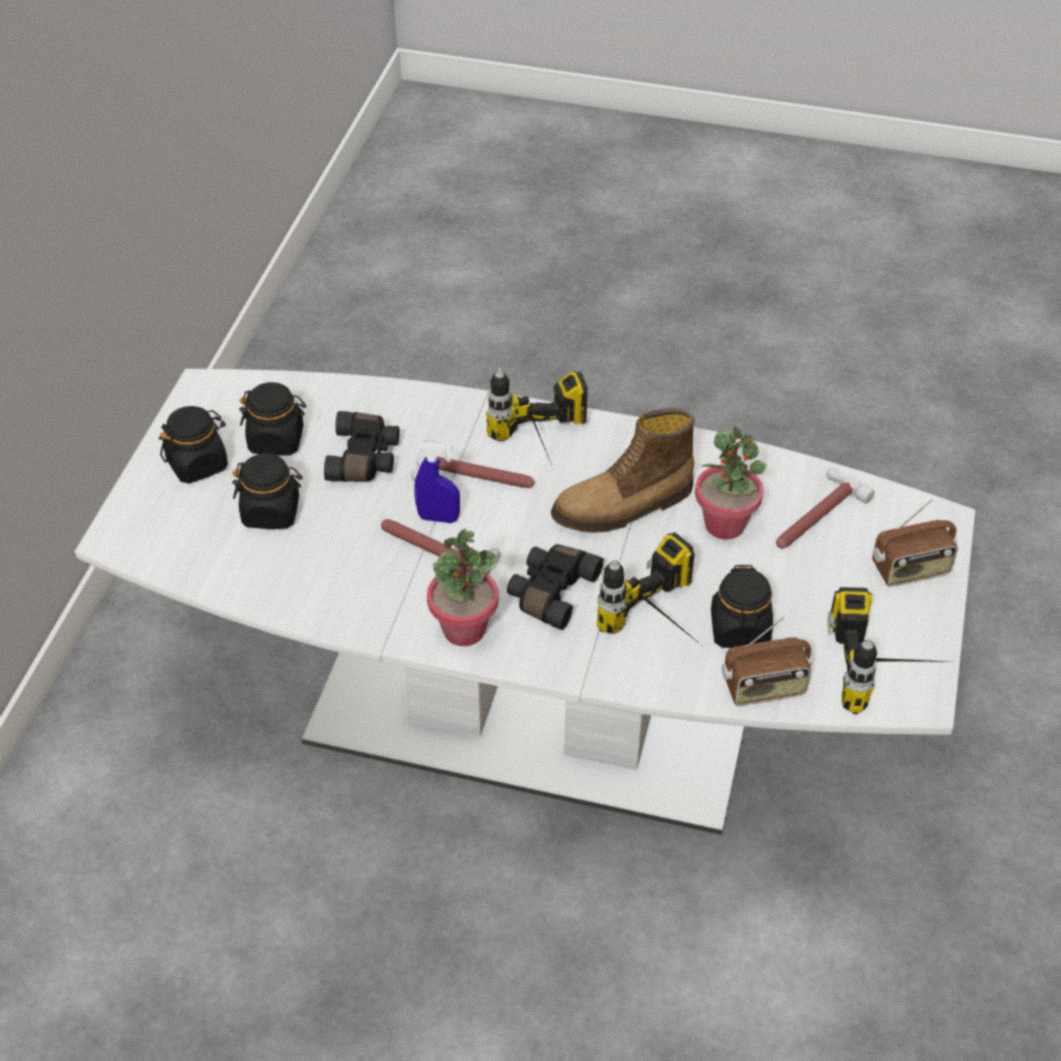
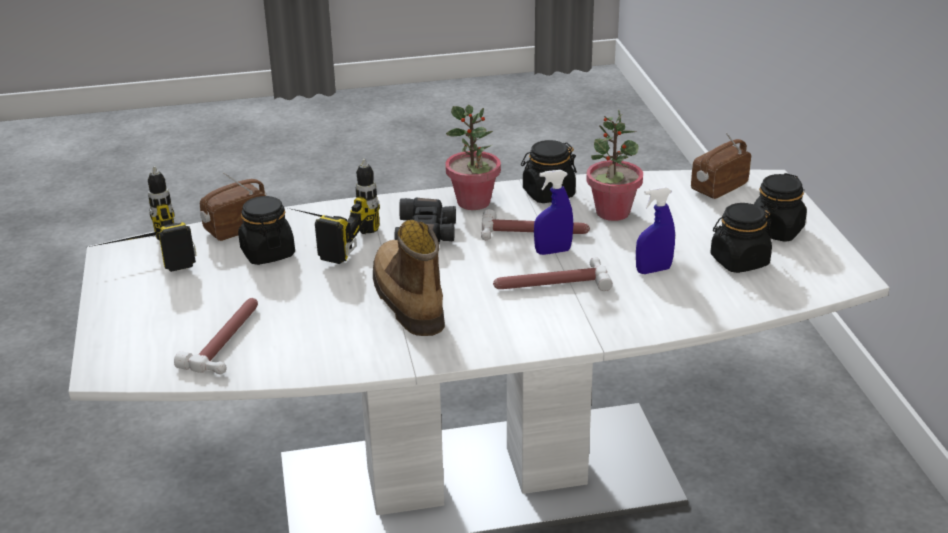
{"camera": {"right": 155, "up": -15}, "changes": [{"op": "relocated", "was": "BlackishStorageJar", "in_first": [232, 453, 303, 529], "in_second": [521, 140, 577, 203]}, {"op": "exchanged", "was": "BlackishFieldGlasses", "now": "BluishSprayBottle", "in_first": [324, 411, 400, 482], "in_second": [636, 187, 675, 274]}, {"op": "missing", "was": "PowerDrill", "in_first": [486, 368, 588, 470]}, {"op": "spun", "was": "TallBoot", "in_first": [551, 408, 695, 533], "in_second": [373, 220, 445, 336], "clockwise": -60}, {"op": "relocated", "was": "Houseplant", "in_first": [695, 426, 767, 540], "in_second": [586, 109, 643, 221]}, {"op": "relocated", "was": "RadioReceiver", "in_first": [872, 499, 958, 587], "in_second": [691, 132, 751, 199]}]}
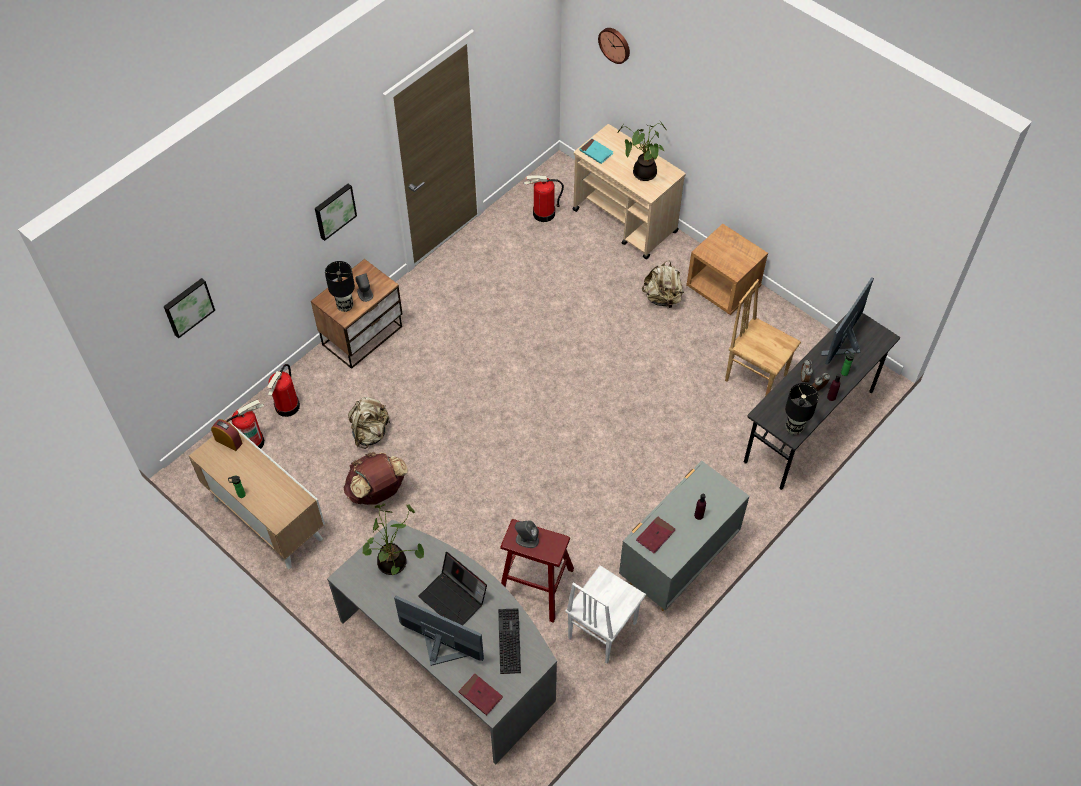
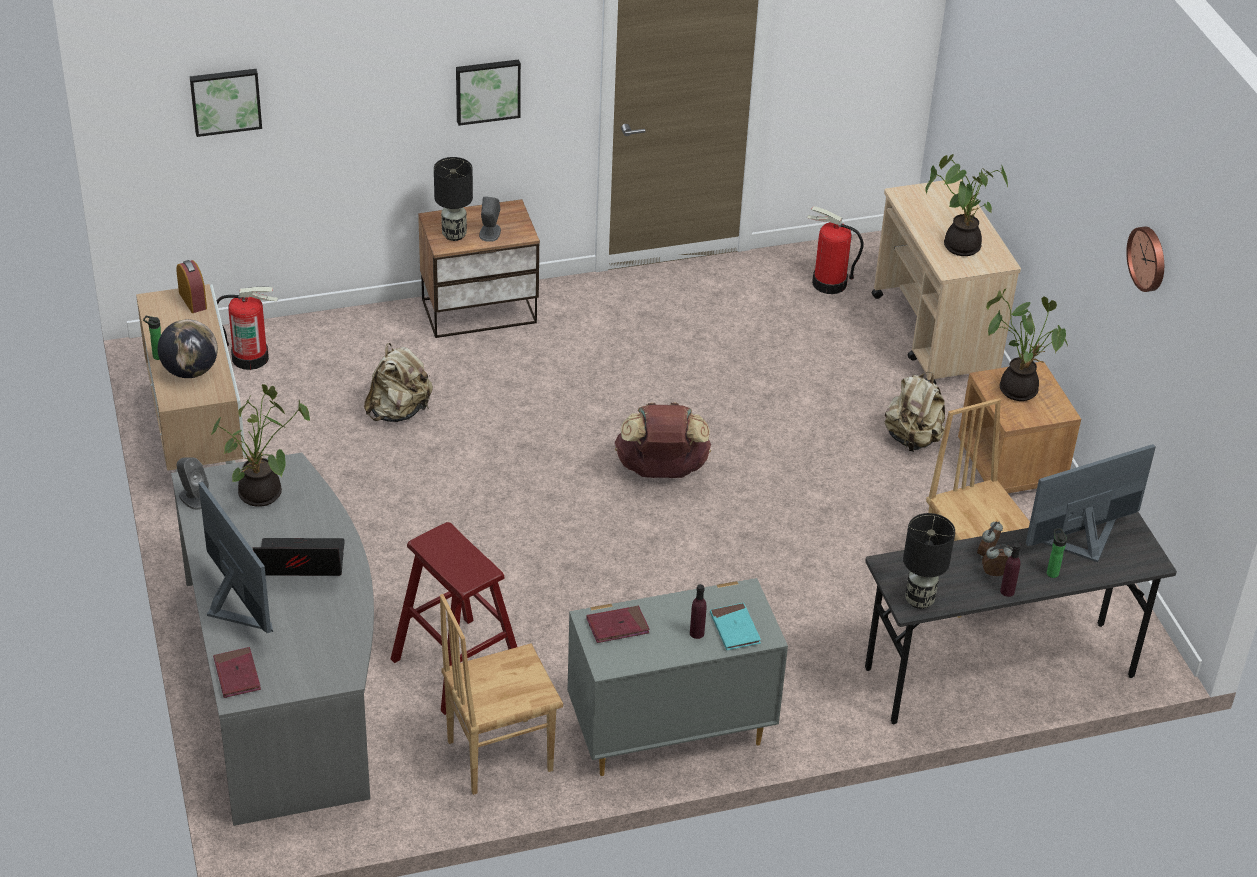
{"camera": {"right": 30, "up": -15}, "changes": [{"op": "missing", "was": "Extinguisher", "in_first": [267, 364, 300, 417]}, {"op": "relocated", "was": "BrownColouredBackpack", "in_first": [343, 452, 408, 505], "in_second": [615, 402, 711, 478]}, {"op": "spun", "was": "NotebookComputer", "in_first": [418, 552, 487, 625], "in_second": [253, 538, 345, 576], "clockwise": 105}, {"op": "missing", "was": "PcKeyboard", "in_first": [498, 608, 521, 674]}, {"op": "relocated", "was": "GreyAudioSpeaker", "in_first": [515, 520, 539, 548], "in_second": [177, 457, 209, 510]}, {"op": "colour", "was": "WhitePlainChair", "now": "BrownColouredPlainChair", "in_first": [565, 565, 646, 664], "in_second": [440, 594, 563, 795]}, {"op": "relocated", "was": "BlueGreenBoundBook", "in_first": [579, 138, 613, 164], "in_second": [710, 603, 761, 650]}, {"op": "relocated", "was": "ClockOnTheWall", "in_first": [598, 28, 630, 64], "in_second": [1126, 226, 1164, 292]}, {"op": "appeared", "now": "WorldGlobe", "in_second": [158, 319, 218, 378]}, {"op": "appeared", "now": "Houseplant", "in_second": [986, 289, 1068, 401]}]}
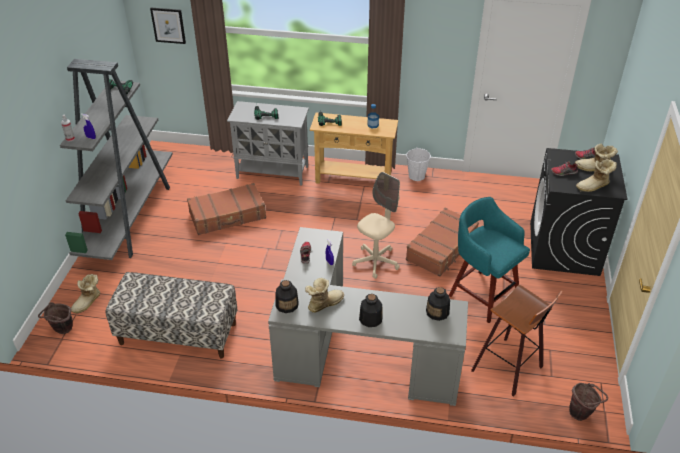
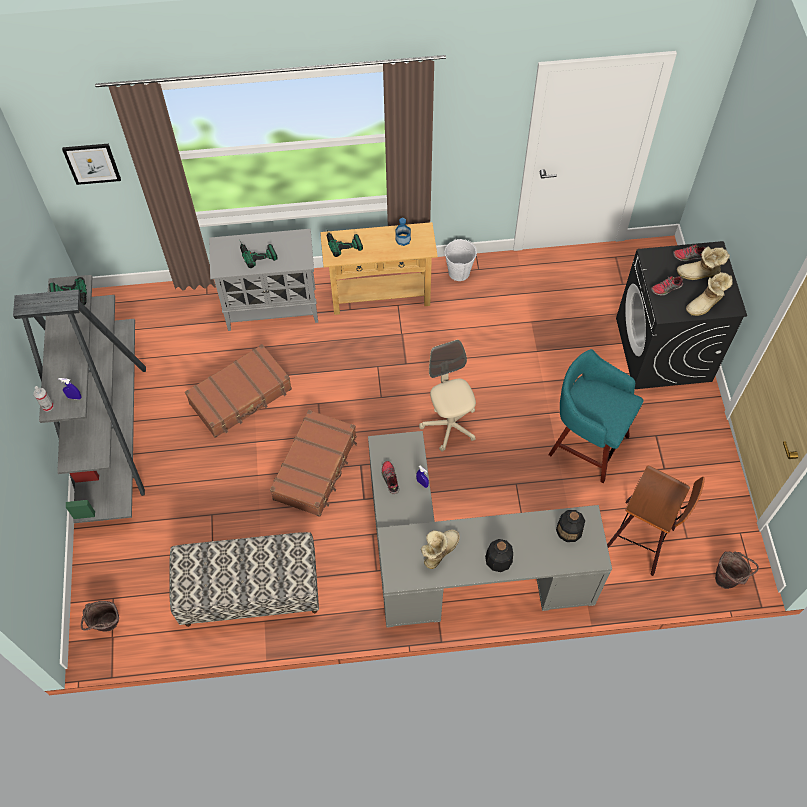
{"camera": {"right": -15, "up": 20}, "changes": [{"op": "missing", "was": "TallBoot", "in_first": [71, 274, 100, 314]}, {"op": "missing", "was": "BeverageBottle", "in_first": [276, 280, 299, 313]}, {"op": "spun", "was": "BeigeDeskChair", "in_first": [352, 172, 400, 279], "in_second": [419, 340, 476, 452], "clockwise": -45}, {"op": "relocated", "was": "BrownColouredPieceOfLuggage", "in_first": [406, 208, 479, 276], "in_second": [270, 410, 357, 517]}]}
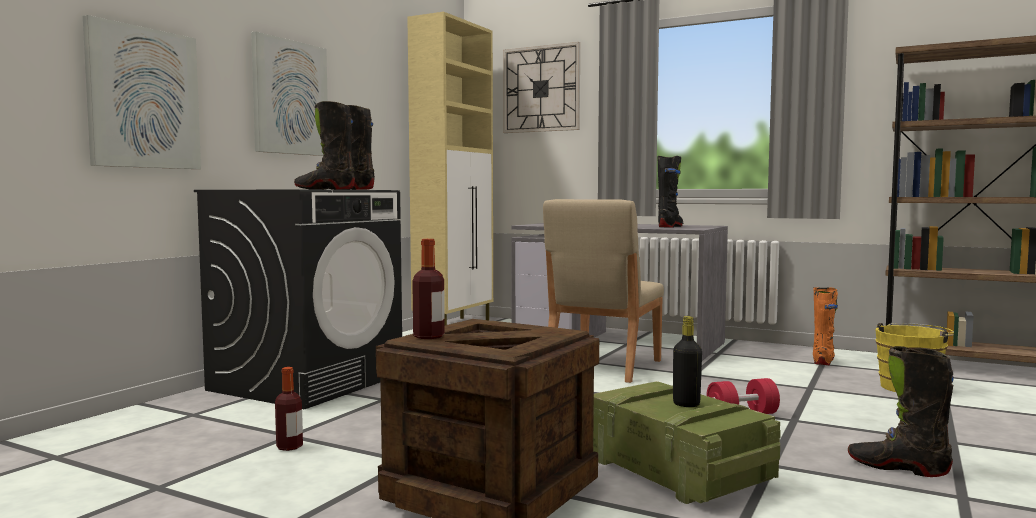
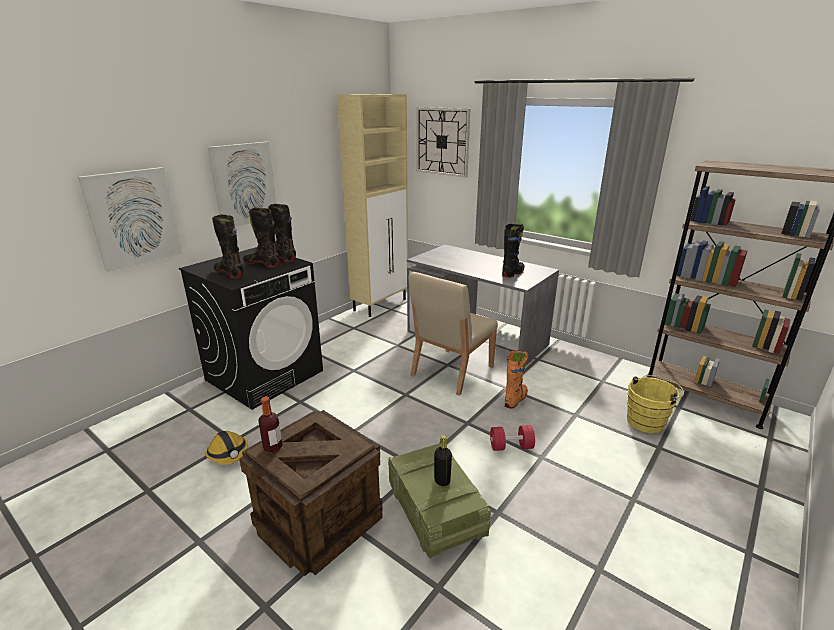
{"camera": {"right": 10, "up": 20}, "changes": [{"op": "exchanged", "was": "BeverageBottle", "now": "SafetyHelmet", "in_first": [275, 367, 303, 451], "in_second": [205, 431, 248, 465]}, {"op": "relocated", "was": "OrangeTallBoot", "in_first": [813, 287, 838, 365], "in_second": [505, 350, 528, 409]}, {"op": "relocated", "was": "BlackishTallBoot", "in_first": [848, 346, 954, 477], "in_second": [212, 214, 244, 279]}]}
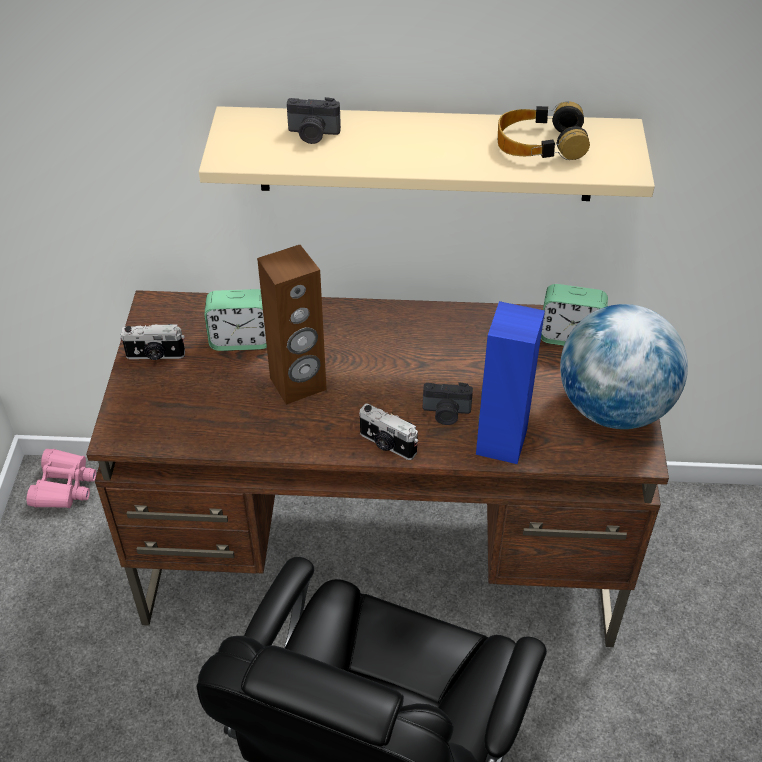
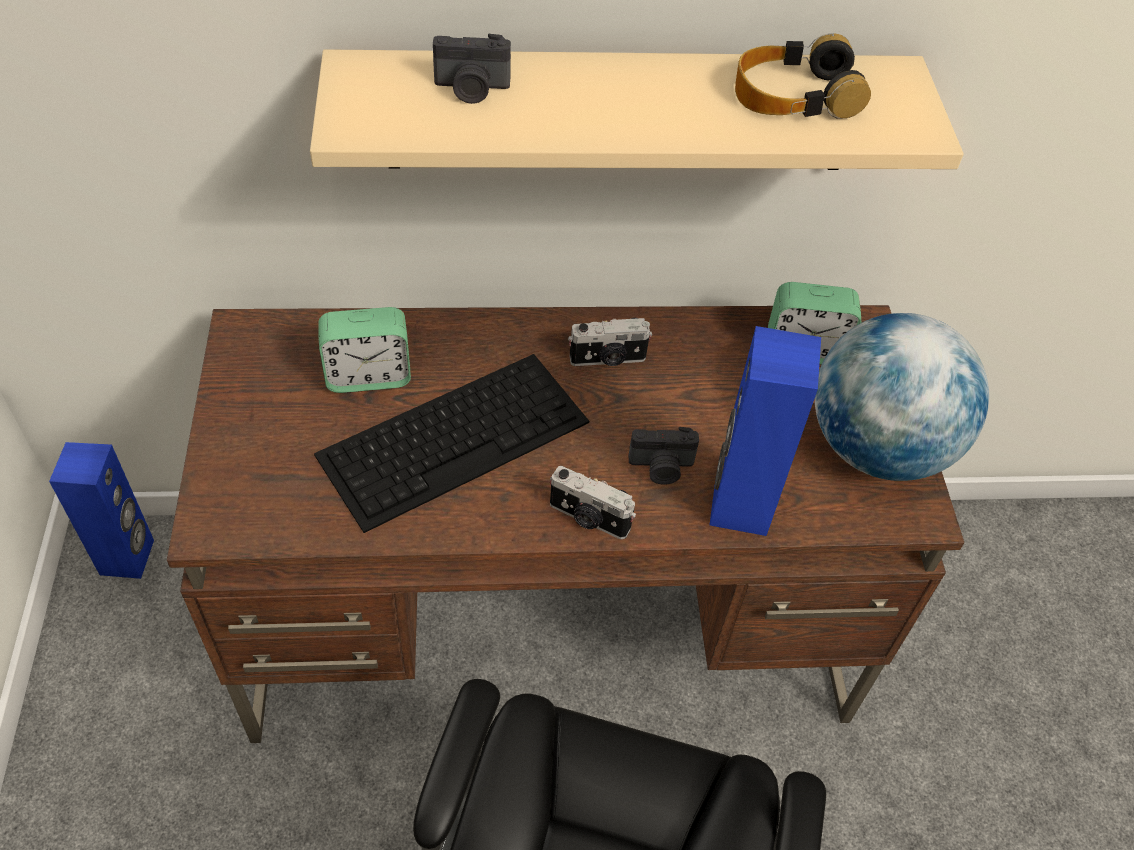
{"camera": {"right": -10, "up": 5}, "changes": [{"op": "exchanged", "was": "PinkFieldGlasses", "now": "BluishAudioSpeaker", "in_first": [27, 449, 96, 508], "in_second": [49, 442, 154, 579]}, {"op": "relocated", "was": "StillCamera", "in_first": [120, 324, 185, 360], "in_second": [568, 318, 652, 366]}, {"op": "exchanged", "was": "BrownColouredAudioSpeaker", "now": "PcKeyboard", "in_first": [257, 245, 327, 405], "in_second": [314, 354, 589, 533]}]}
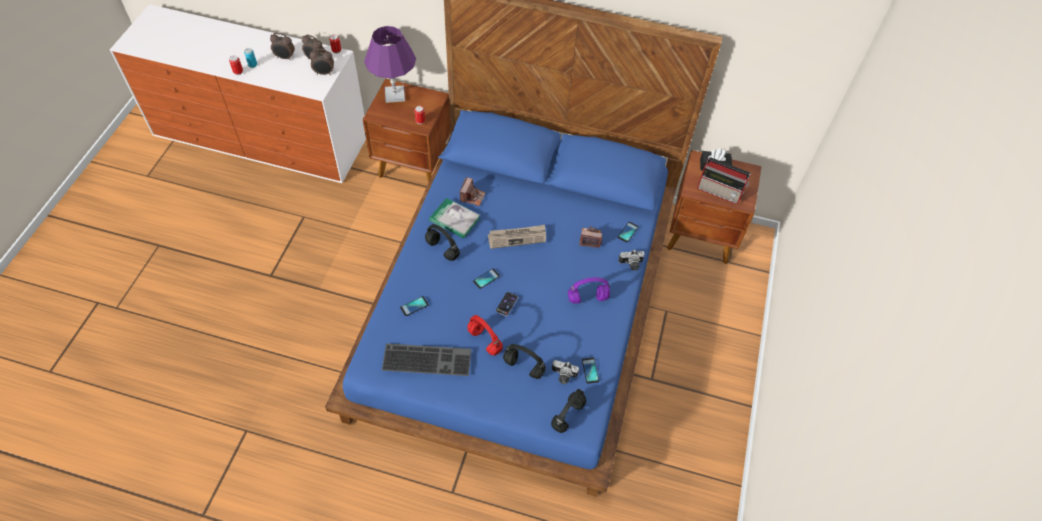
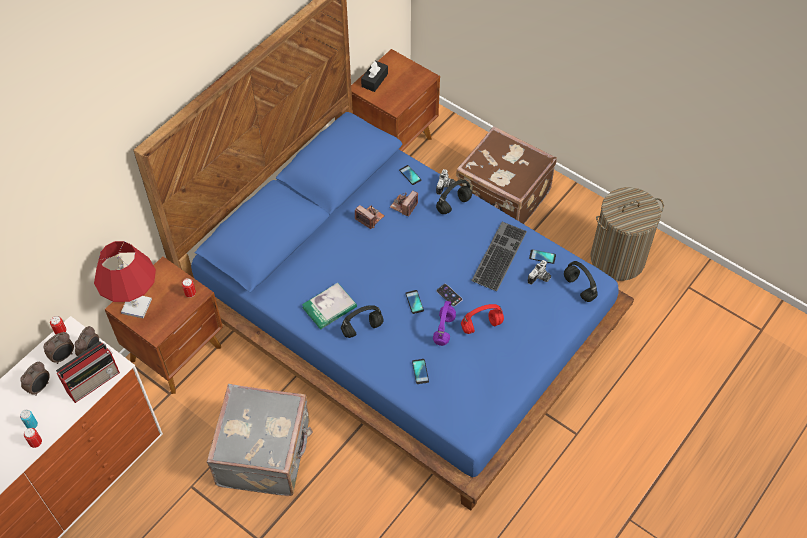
{"camera": {"right": -65, "up": 0}, "changes": [{"op": "colour", "was": "PurplishTabletopLamp", "now": "RedTabletopLamp", "in_first": [364, 26, 416, 103], "in_second": [94, 241, 156, 319]}, {"op": "relocated", "was": "PcKeyboard", "in_first": [382, 343, 471, 376], "in_second": [471, 222, 527, 291]}, {"op": "relocated", "was": "StillCamera", "in_first": [460, 177, 486, 206], "in_second": [355, 205, 384, 229]}, {"op": "missing", "was": "DailyPaper", "in_first": [488, 225, 546, 249]}, {"op": "relocated", "was": "BlackishPairOfHeadphones", "in_first": [503, 344, 546, 379], "in_second": [436, 180, 472, 214]}, {"op": "relocated", "was": "PurplishPairOfHeadphones", "in_first": [568, 277, 610, 304], "in_second": [433, 301, 456, 346]}, {"op": "relocated", "was": "RadioReceiver", "in_first": [697, 157, 751, 205], "in_second": [56, 342, 120, 403]}, {"op": "appeared", "now": "GreyPieceOfLuggage", "in_second": [207, 384, 313, 496]}, {"op": "appeared", "now": "BrownColouredPieceOfLuggage", "in_second": [456, 126, 557, 224]}, {"op": "appeared", "now": "Hamper", "in_second": [590, 187, 664, 281]}]}
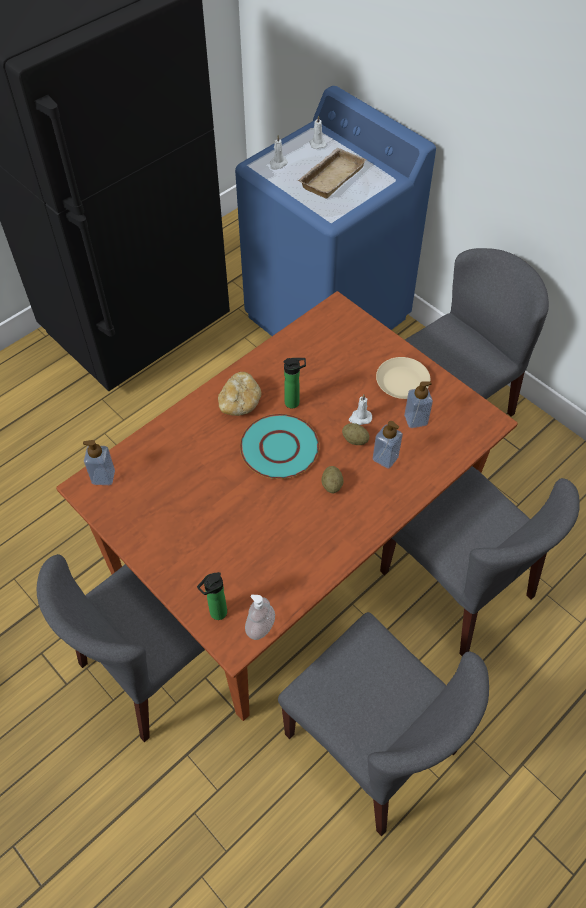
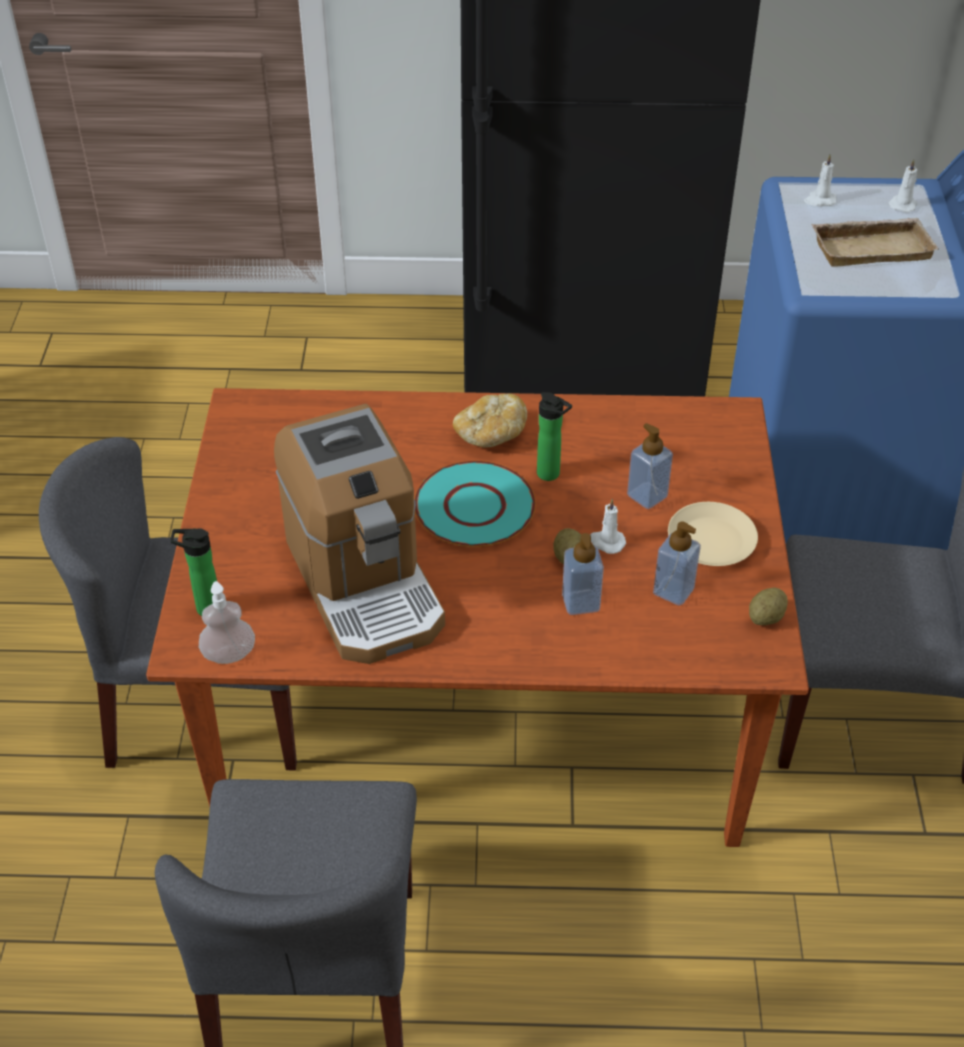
{"camera": {"right": 45, "up": -10}, "changes": [{"op": "relocated", "was": "SoapBottle", "in_first": [83, 440, 115, 485], "in_second": [627, 423, 673, 509]}, {"op": "relocated", "was": "WholePotato", "in_first": [321, 466, 344, 494], "in_second": [749, 587, 788, 625]}, {"op": "missing", "was": "GreyPlainChair", "in_first": [380, 466, 580, 656]}, {"op": "appeared", "now": "CoffeeBrewer", "in_second": [274, 404, 445, 664]}]}
